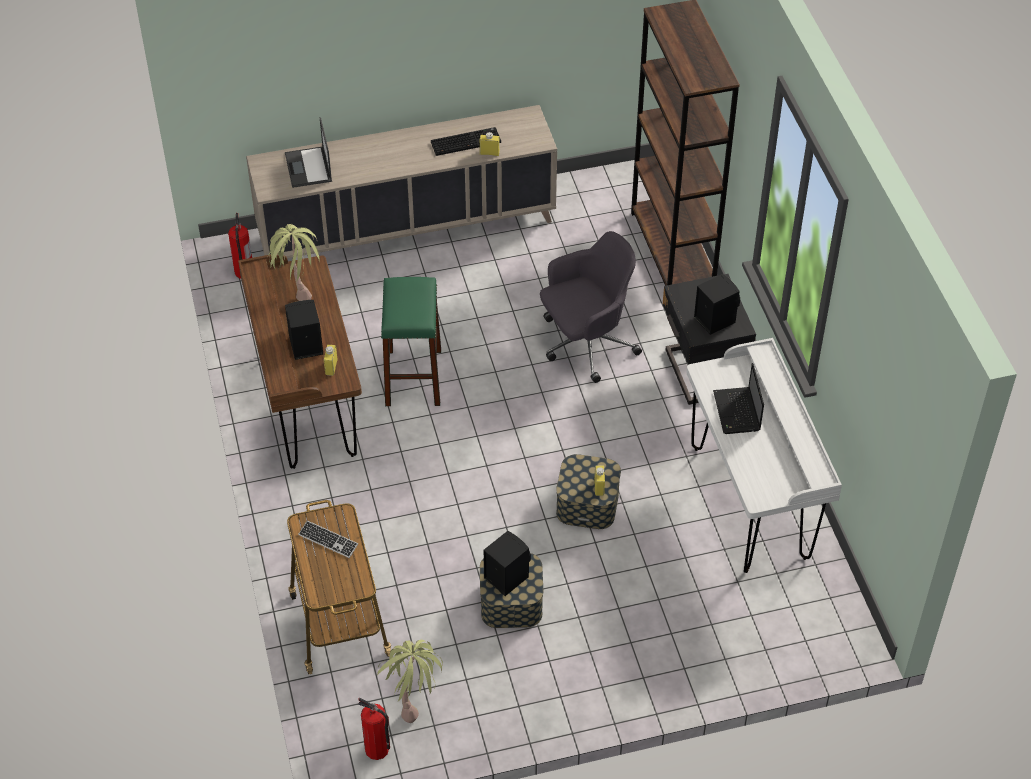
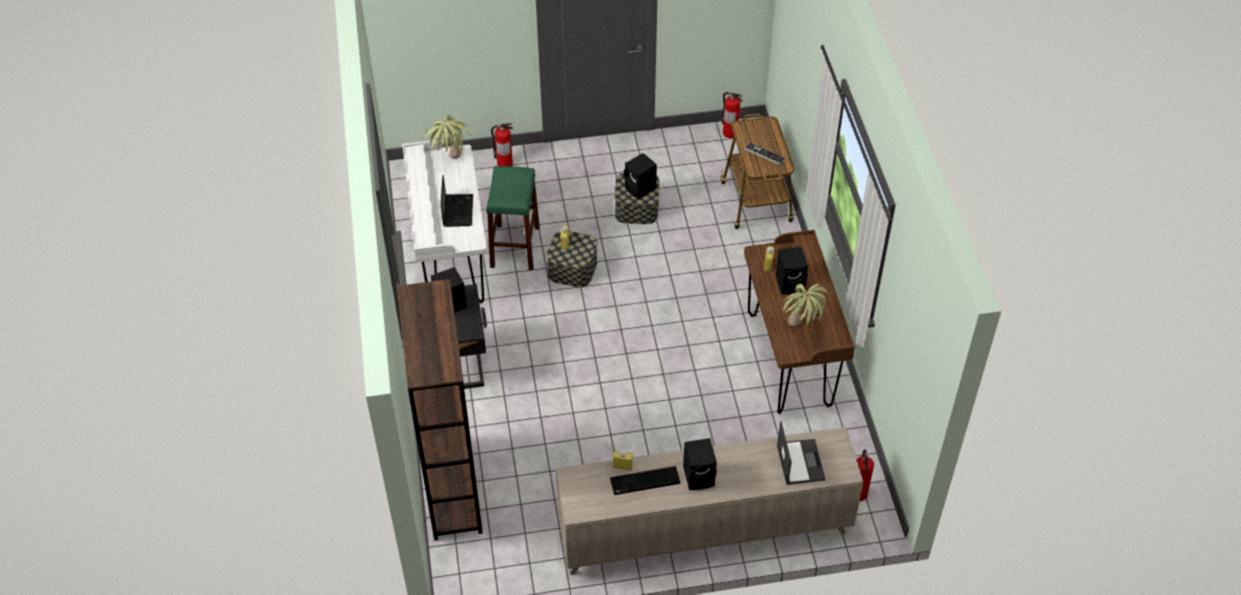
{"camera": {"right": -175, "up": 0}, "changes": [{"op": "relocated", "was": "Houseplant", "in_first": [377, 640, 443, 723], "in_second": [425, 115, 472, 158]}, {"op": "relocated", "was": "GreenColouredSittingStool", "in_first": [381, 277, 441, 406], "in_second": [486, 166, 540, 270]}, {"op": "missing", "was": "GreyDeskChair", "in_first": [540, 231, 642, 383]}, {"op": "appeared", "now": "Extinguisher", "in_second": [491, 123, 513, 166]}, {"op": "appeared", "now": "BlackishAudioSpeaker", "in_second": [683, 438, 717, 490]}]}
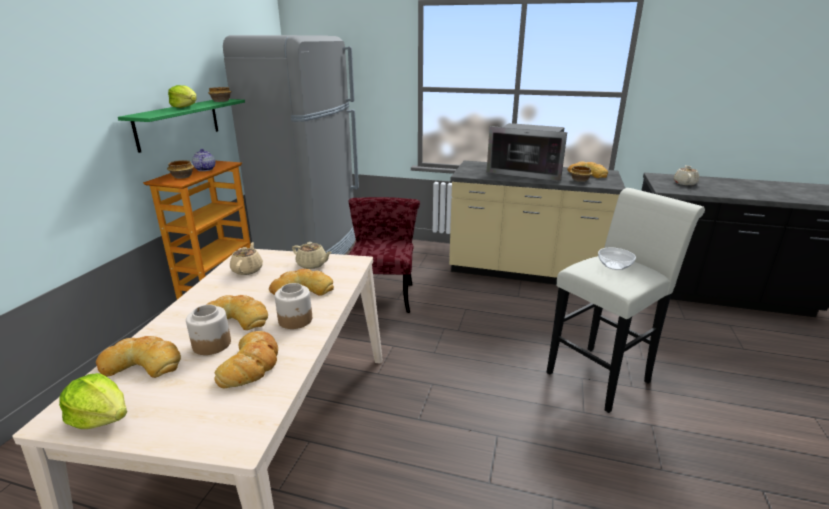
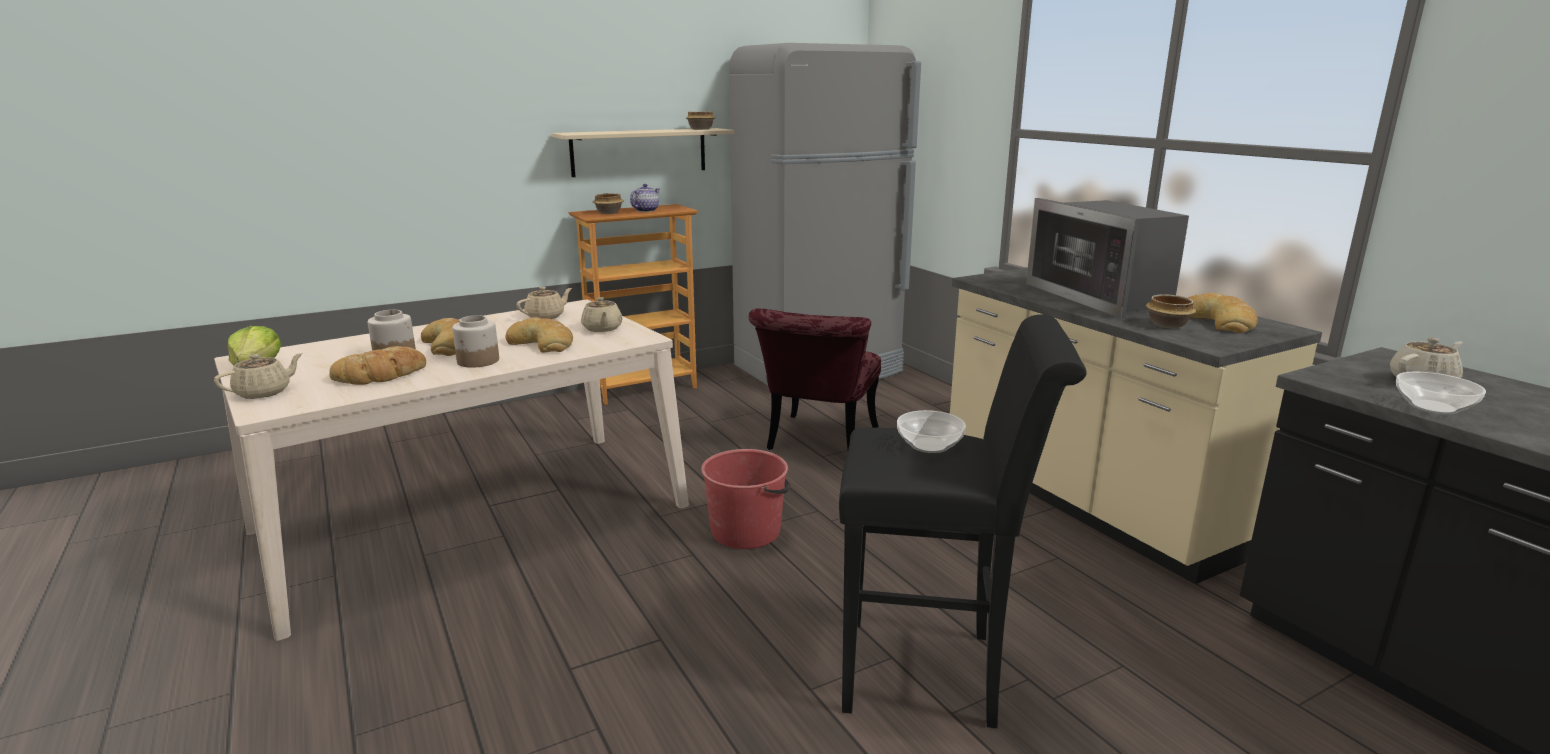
{"camera": {"right": 45, "up": -5}, "changes": [{"op": "missing", "was": "BakeryBread", "in_first": [96, 336, 181, 378]}, {"op": "colour", "was": "GreenColouredWallShelf", "now": "BeigeWallShelf", "in_first": [118, 99, 245, 153], "in_second": [552, 128, 734, 177]}, {"op": "missing", "was": "Lettuce", "in_first": [168, 85, 197, 108]}, {"op": "spun", "was": "RedPlainChair", "in_first": [348, 197, 420, 313], "in_second": [749, 308, 881, 450], "clockwise": 150}, {"op": "colour", "was": "WhiteSittingStool", "now": "BlackishSittingStool", "in_first": [546, 188, 705, 413], "in_second": [839, 314, 1087, 728]}, {"op": "appeared", "now": "BeigeTeapot", "in_second": [214, 353, 303, 399]}, {"op": "appeared", "now": "RedBucket", "in_second": [701, 449, 790, 549]}, {"op": "appeared", "now": "ServingBowl", "in_second": [1396, 372, 1486, 414]}]}
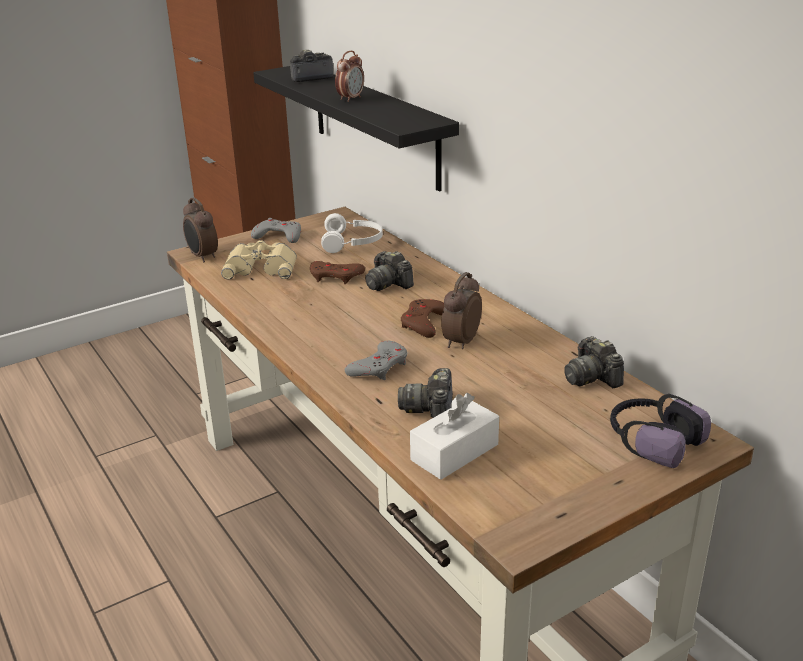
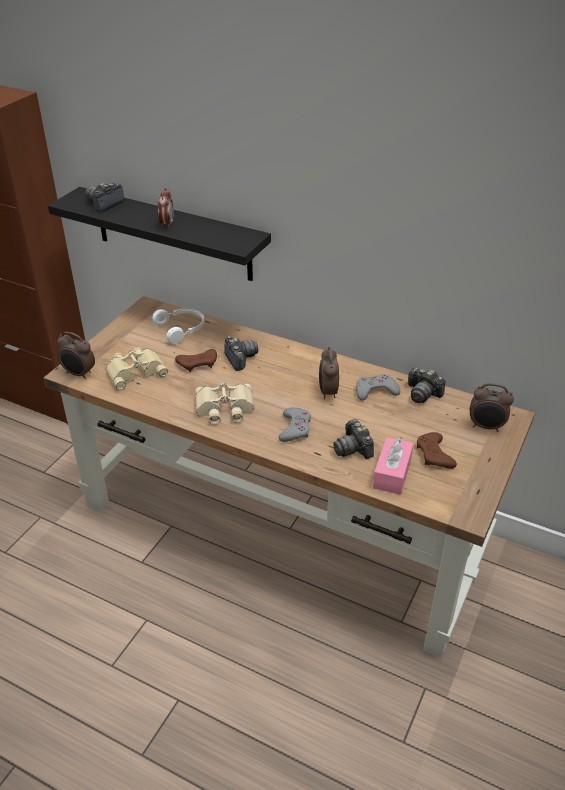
{"camera": {"right": -30, "up": 10}, "changes": [{"op": "relocated", "was": "GreyJoypad", "in_first": [251, 218, 301, 243], "in_second": [356, 374, 400, 400]}, {"op": "spun", "was": "StillCamera", "in_first": [365, 251, 414, 291], "in_second": [224, 336, 258, 371], "clockwise": -135}, {"op": "relocated", "was": "BrownColouredJoypad", "in_first": [401, 299, 444, 338], "in_second": [417, 432, 457, 469]}, {"op": "colour", "was": "WhiteTissueHolder", "now": "PinkTissueHolder", "in_first": [410, 393, 499, 480], "in_second": [373, 437, 414, 495]}, {"op": "exchanged", "was": "PairOfHeadphones", "now": "TableClock", "in_first": [610, 394, 711, 468], "in_second": [470, 383, 514, 432]}, {"op": "appeared", "now": "BeigeFieldGlasses", "in_second": [195, 383, 254, 424]}]}
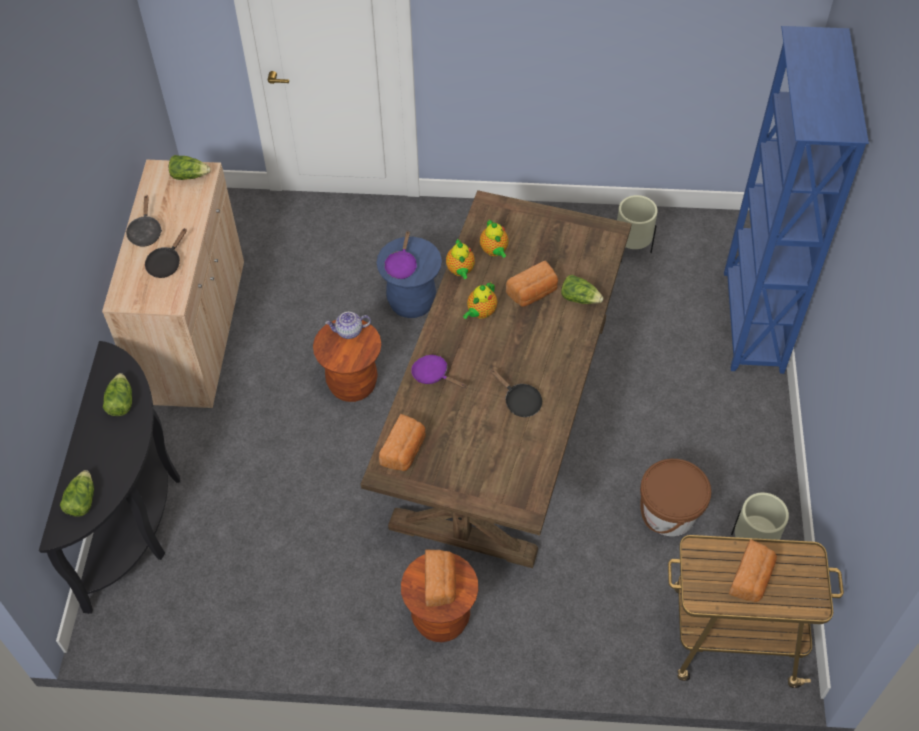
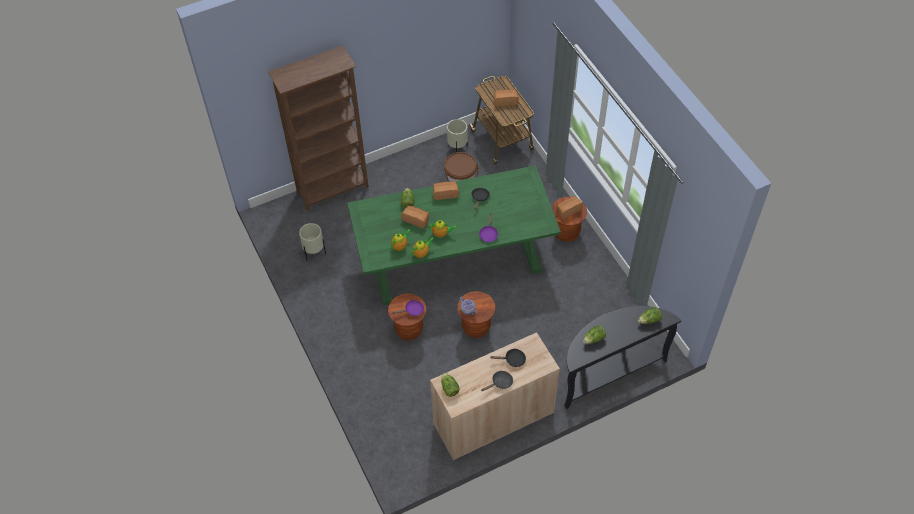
{"camera": {"right": -120, "up": 0}, "changes": [{"op": "colour", "was": "BrownColouredKitchenTable", "now": "GreenColouredKitchenTable", "in_first": [361, 190, 632, 568], "in_second": [347, 165, 561, 305]}, {"op": "colour", "was": "BluishSittingStool", "now": "BrownColouredSittingStool", "in_first": [377, 237, 442, 318], "in_second": [388, 293, 426, 340]}, {"op": "relocated", "was": "BakeryBread", "in_first": [379, 414, 426, 471], "in_second": [433, 181, 459, 200]}, {"op": "colour", "was": "BluishBookcase", "now": "BrownColouredBookcase", "in_first": [724, 26, 869, 374], "in_second": [268, 45, 369, 211]}]}
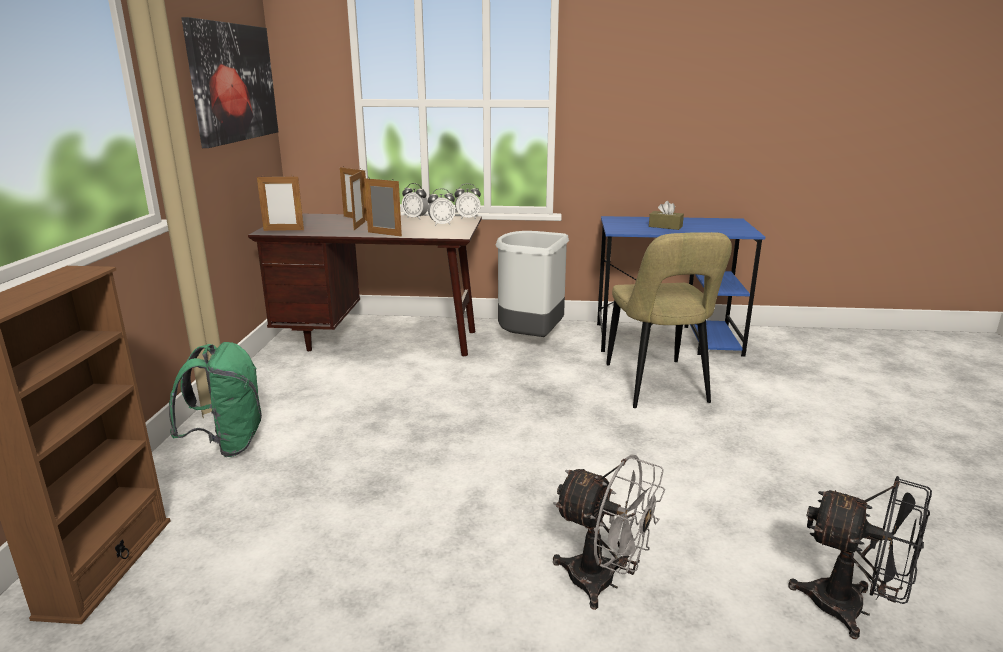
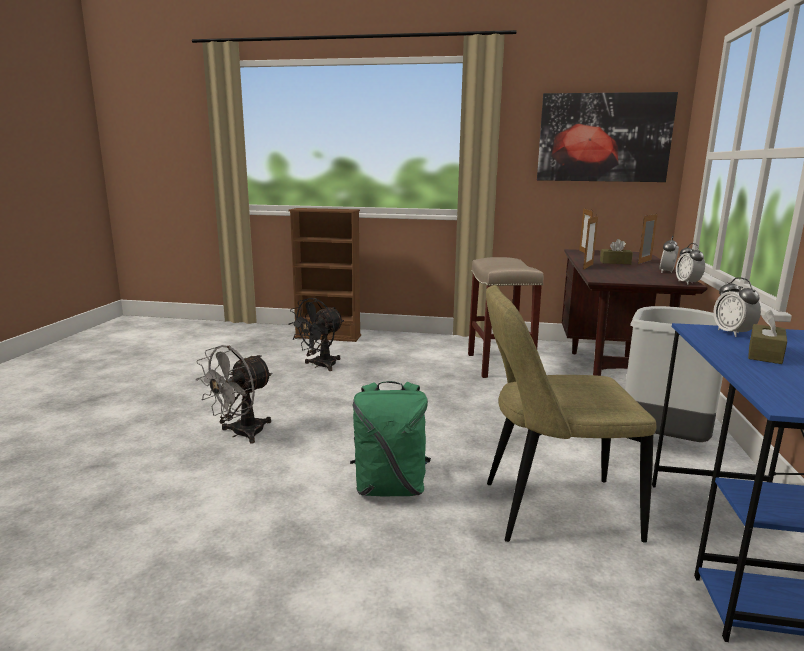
{"camera": {"right": 95, "up": -5}, "changes": [{"op": "relocated", "was": "GreenColouredBackpack", "in_first": [169, 342, 262, 457], "in_second": [350, 381, 431, 497]}, {"op": "exchanged", "was": "PictureFrame", "now": "BrownColouredTissueHolder", "in_first": [350, 171, 365, 230], "in_second": [600, 239, 633, 264]}, {"op": "relocated", "was": "TableClock", "in_first": [428, 188, 455, 226], "in_second": [713, 277, 761, 337]}, {"op": "relocated", "was": "BlackishCoolingFan", "in_first": [788, 476, 932, 639], "in_second": [288, 298, 344, 371]}, {"op": "appeared", "now": "BeigeSittingStool", "in_second": [468, 257, 544, 378]}]}
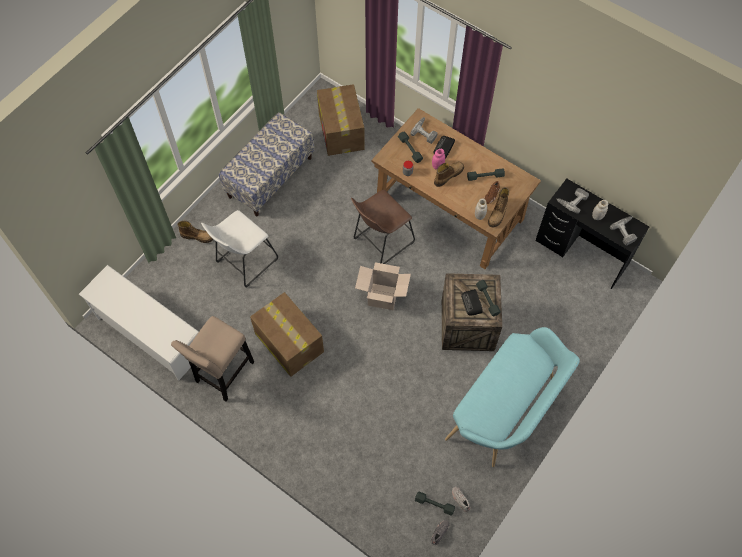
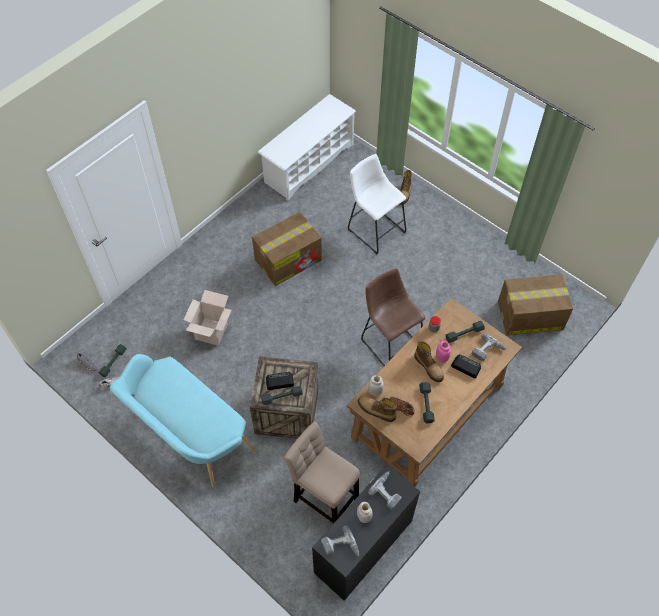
{"camera": {"right": 95, "up": -5}, "changes": [{"op": "relocated", "was": "BeigeSittingStool", "in_first": [171, 316, 254, 401], "in_second": [284, 422, 360, 524]}, {"op": "missing", "was": "Bench", "in_first": [219, 112, 314, 216]}, {"op": "relocated", "was": "PackingBox", "in_first": [355, 262, 411, 310], "in_second": [184, 290, 231, 346]}]}
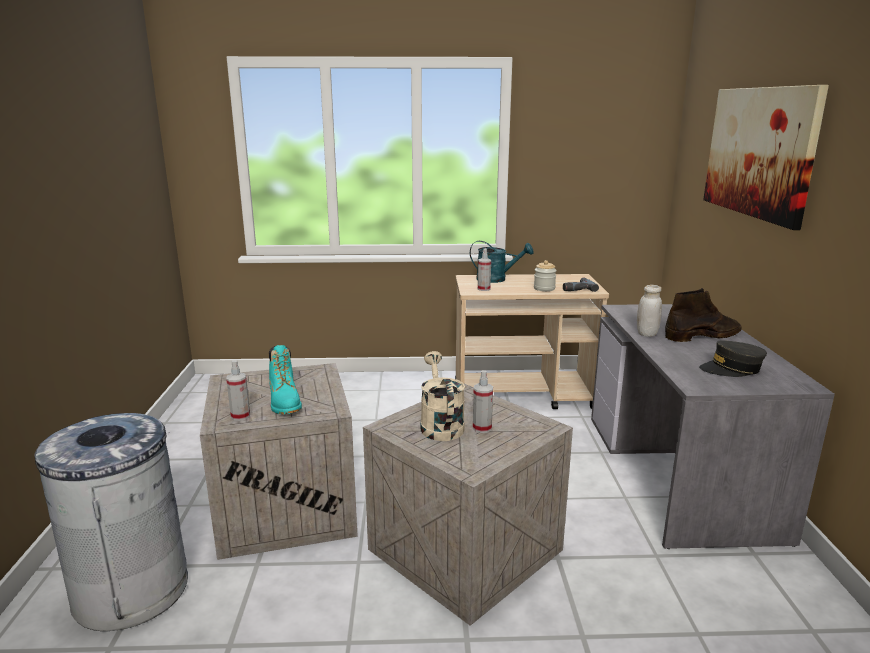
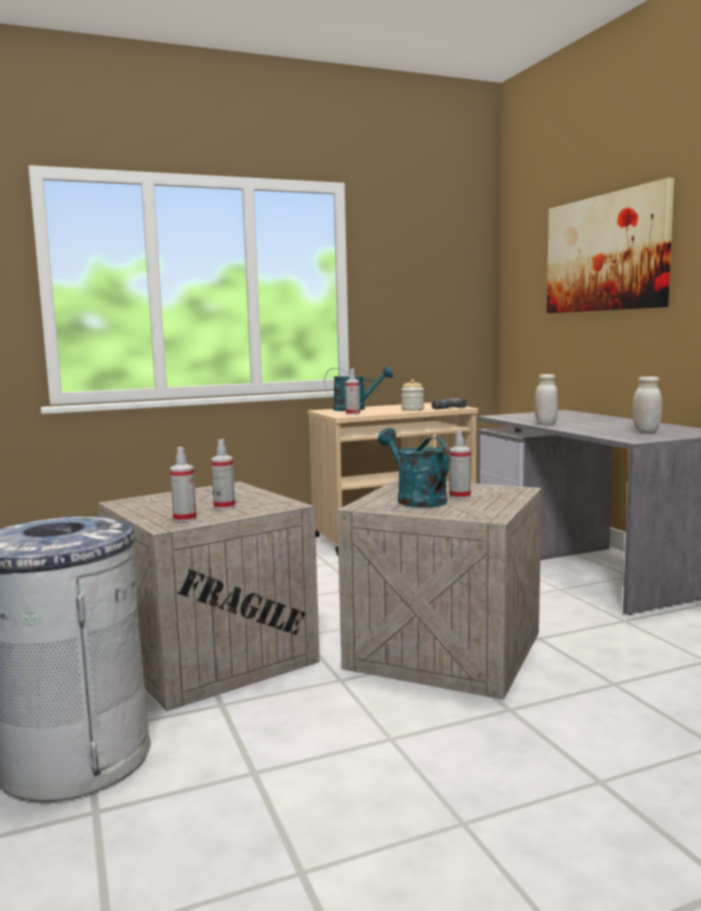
{"camera": {"right": -20, "up": -10}, "changes": [{"op": "exchanged", "was": "BlueGreenTallBoot", "now": "SprayBottle", "in_first": [269, 345, 302, 414], "in_second": [211, 439, 235, 510]}, {"op": "colour", "was": "BeigeWateringPot", "now": "BlueGreenWateringPot", "in_first": [421, 351, 465, 441], "in_second": [378, 428, 450, 508]}, {"op": "missing", "was": "BrownColouredTallBoot", "in_first": [665, 288, 742, 342]}, {"op": "exchanged", "was": "GreyPeakedCap", "now": "WhiteStorageJar", "in_first": [699, 340, 767, 377], "in_second": [632, 376, 662, 432]}]}
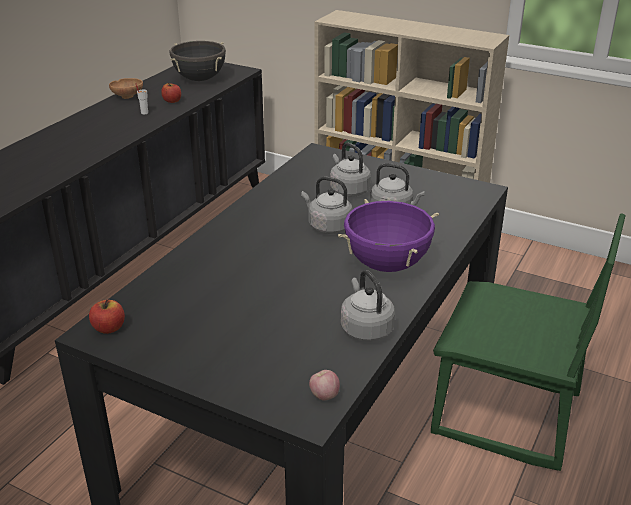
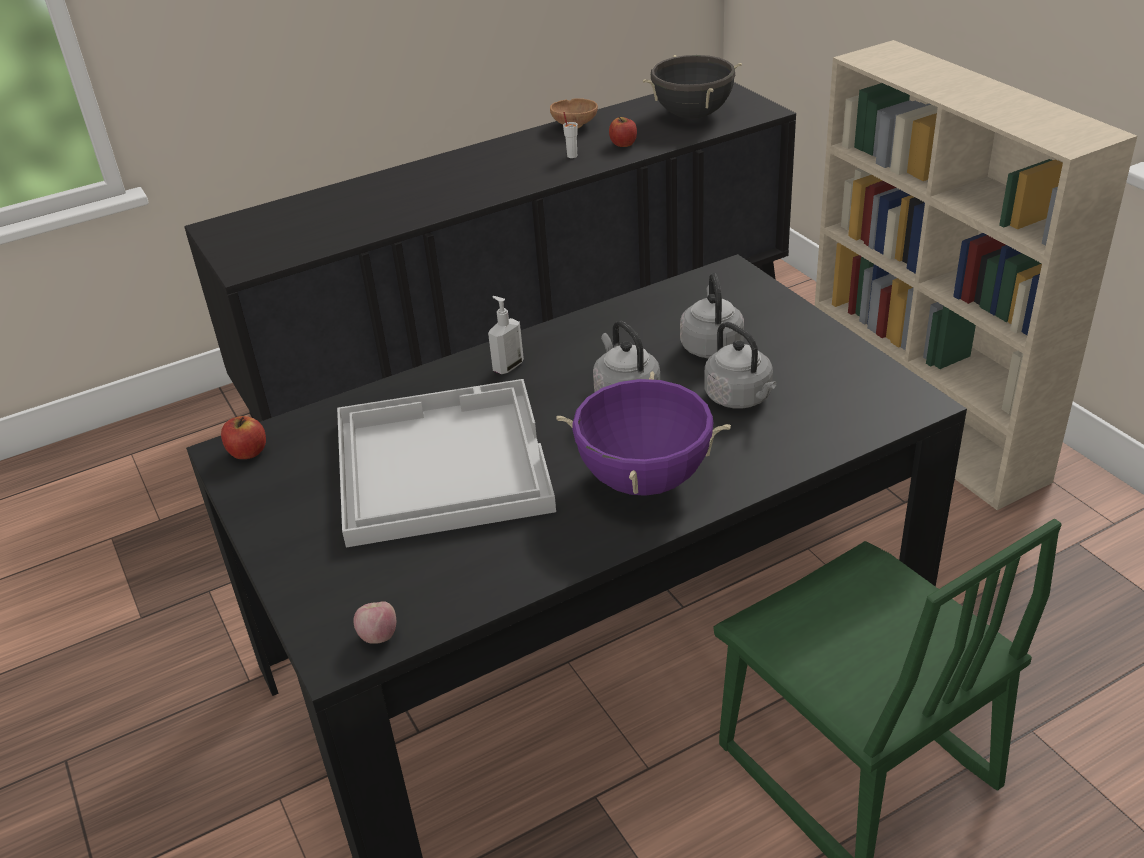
{"camera": {"right": 35, "up": 5}, "changes": [{"op": "missing", "was": "GreyWaterKettle", "in_first": [341, 270, 395, 341]}, {"op": "appeared", "now": "WhiteCarryingTray", "in_second": [337, 379, 556, 547]}, {"op": "appeared", "now": "SoapBottle", "in_second": [488, 296, 524, 374]}]}
